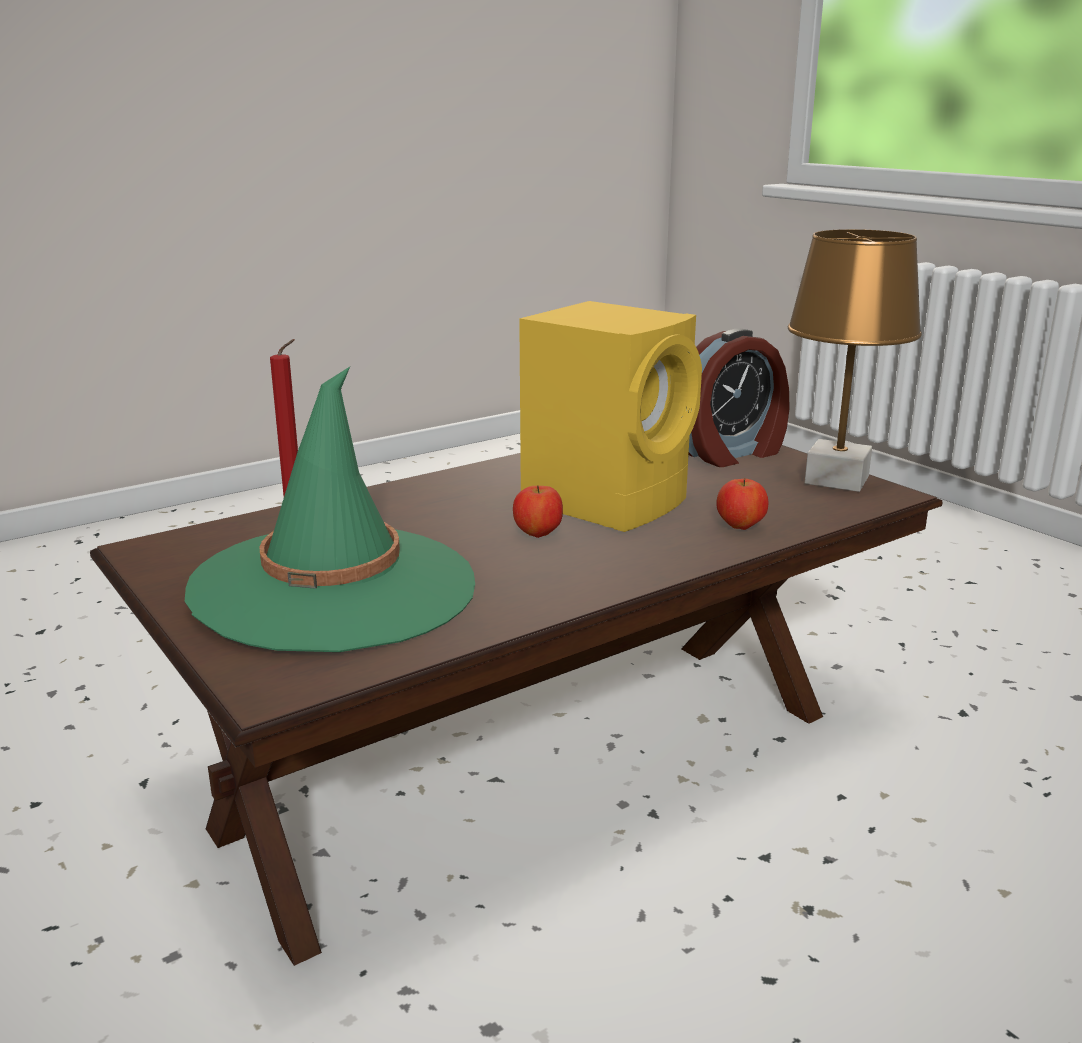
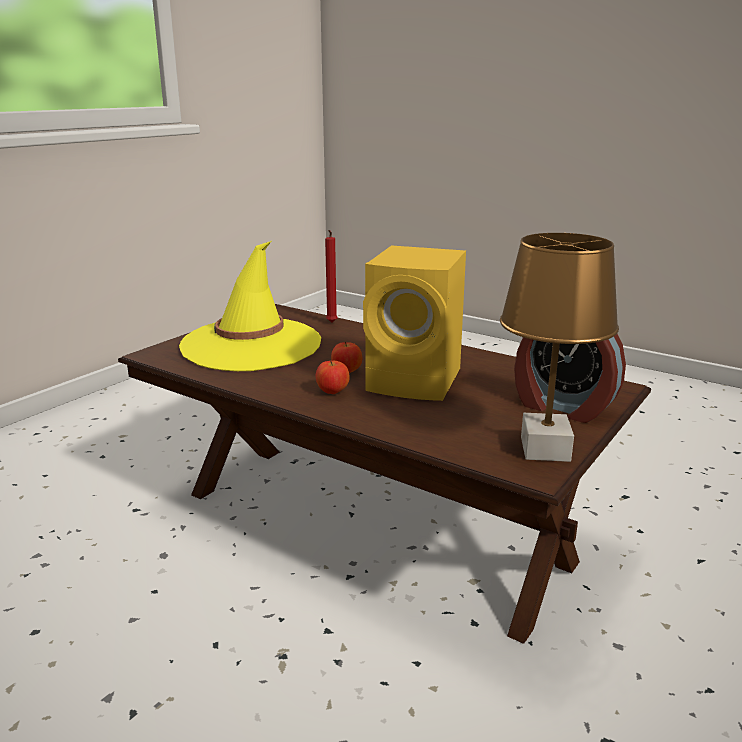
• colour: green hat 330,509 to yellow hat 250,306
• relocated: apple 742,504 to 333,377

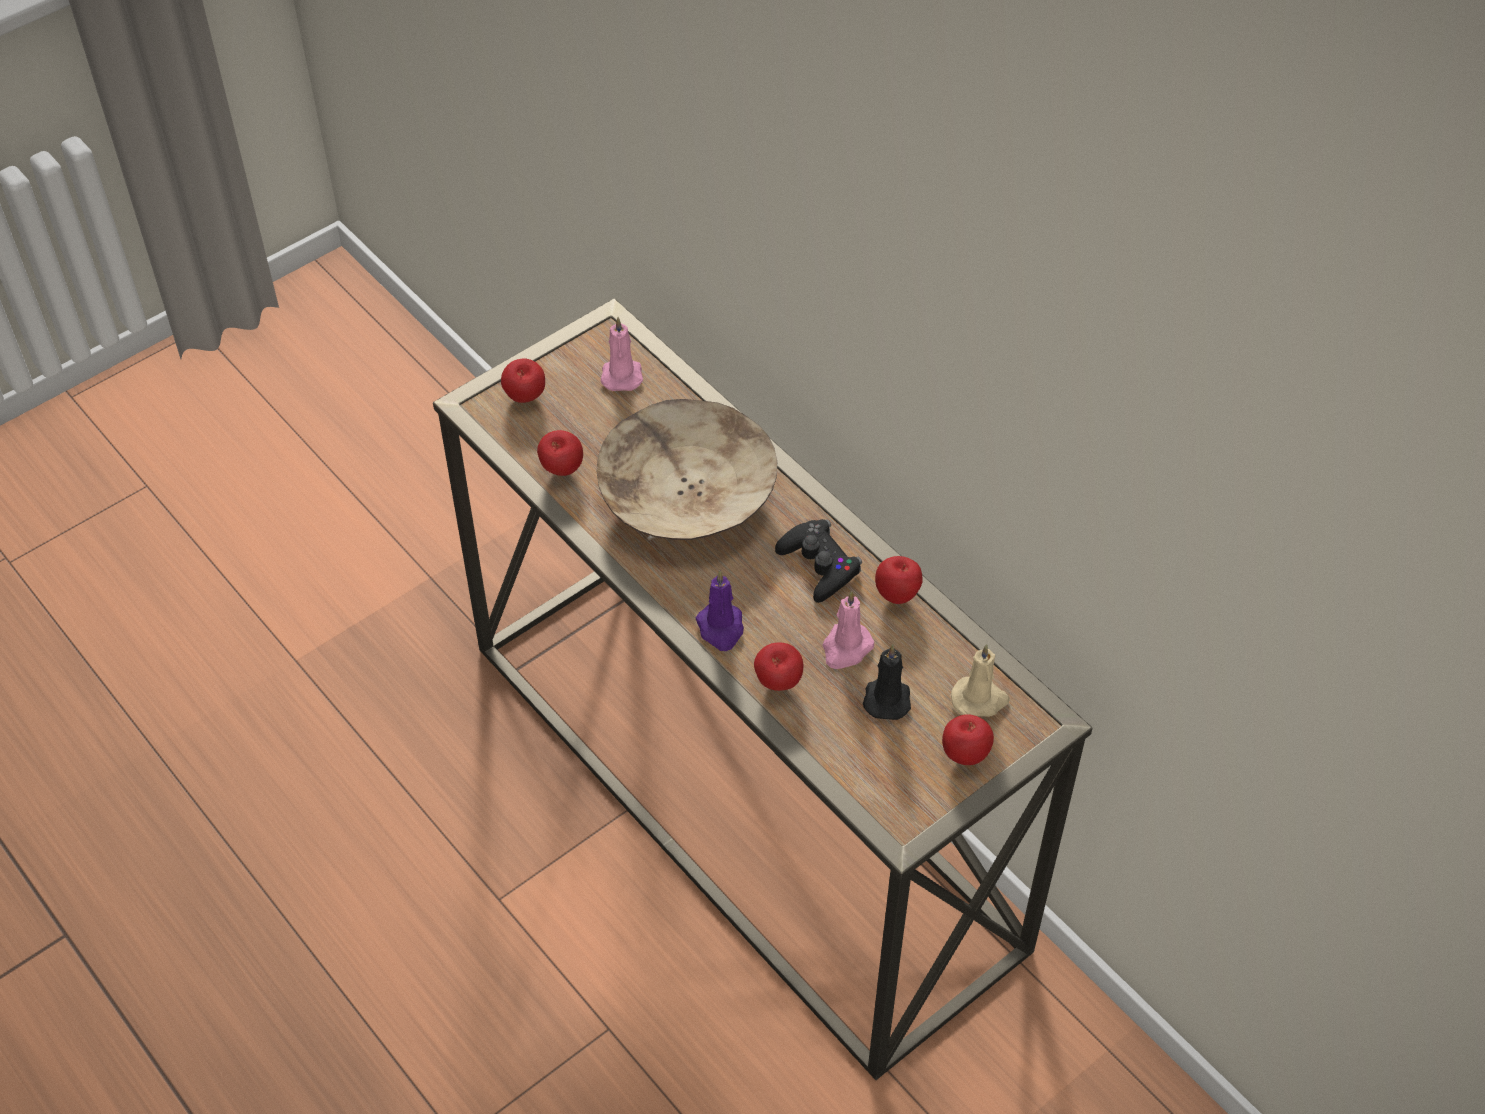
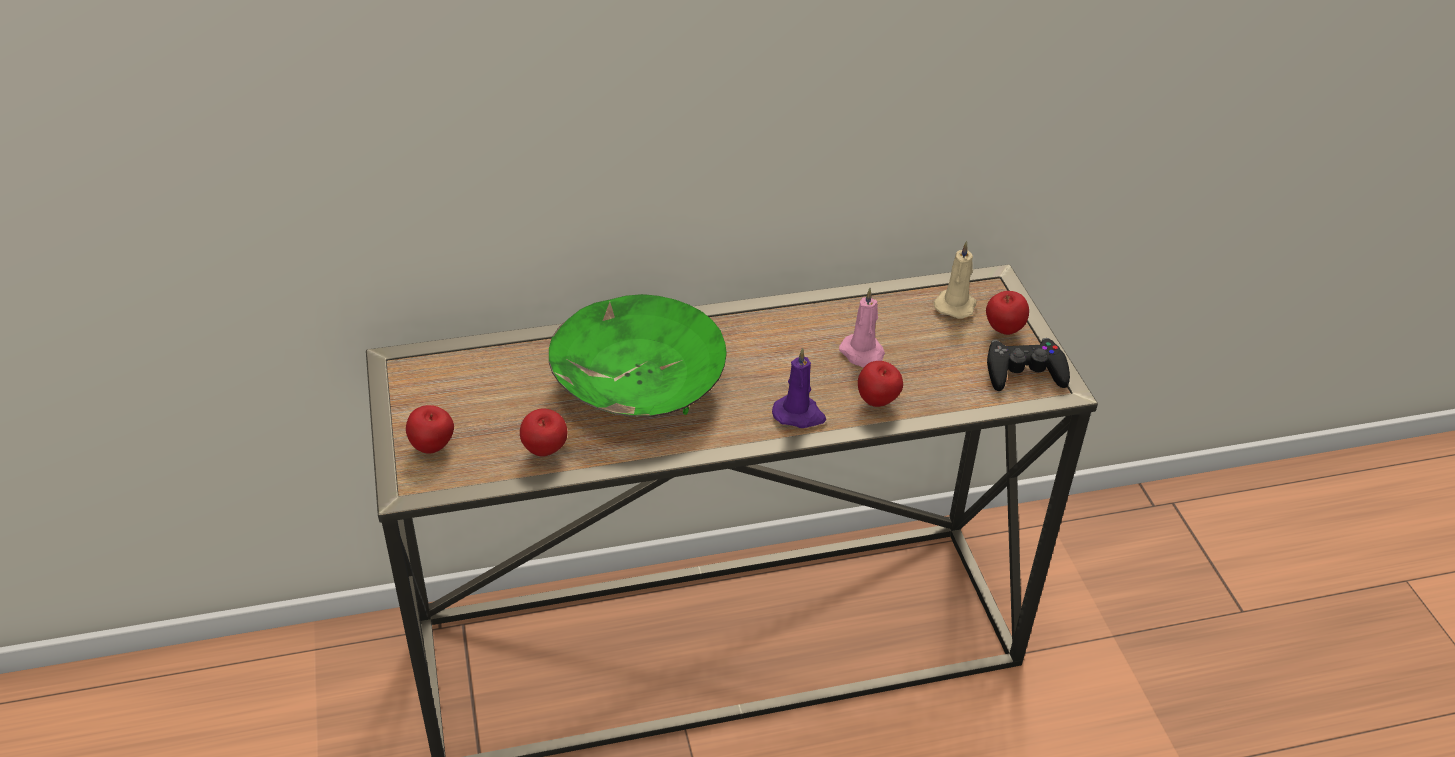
• missing: pink candle 621,354
• colour: beige bowl 687,470 to green bowl 638,355
• relocated: black game controller 818,561 to 1028,364
• missing: apple 899,580
• missing: black candle 887,682

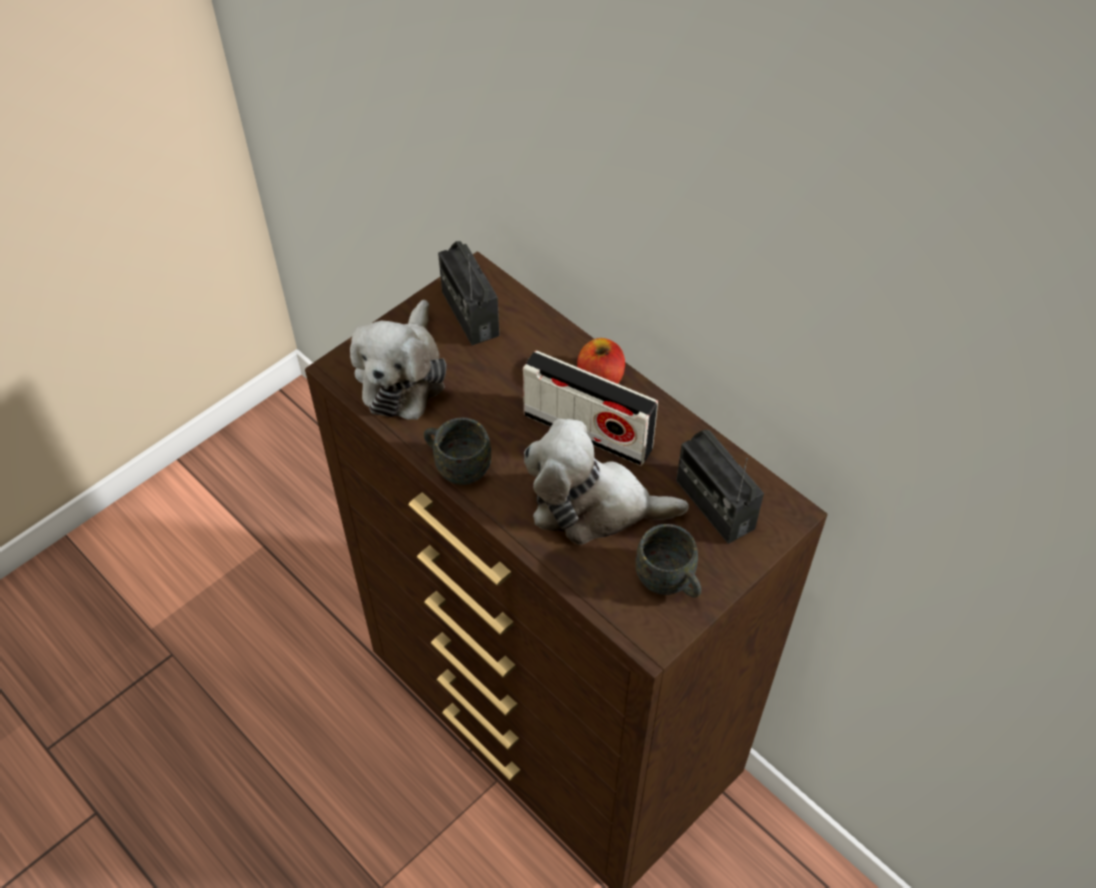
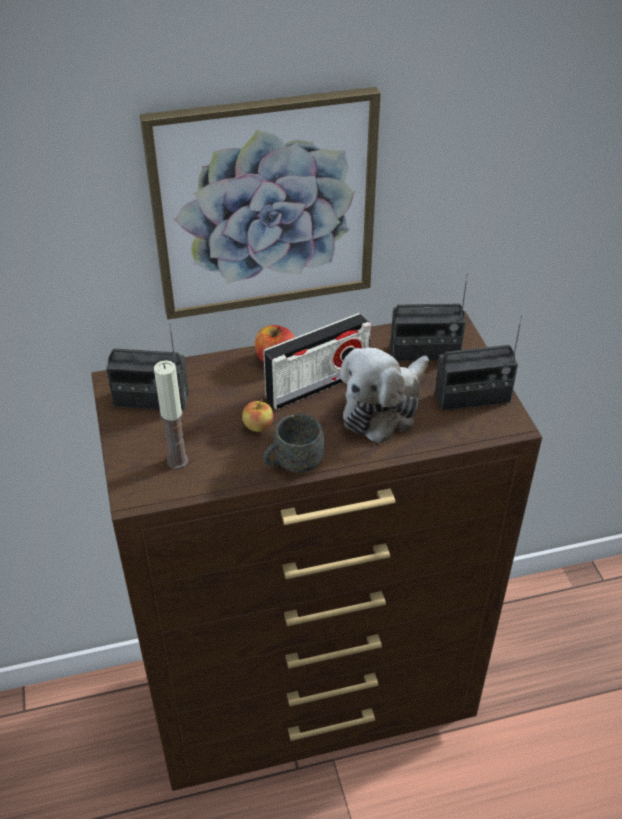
• exchanged: plush toy 398,360 to candle 171,414
• exchanged: grey mug 668,561 to radio 478,363
• appeared: picture 260,203
• appeared: apple 257,415

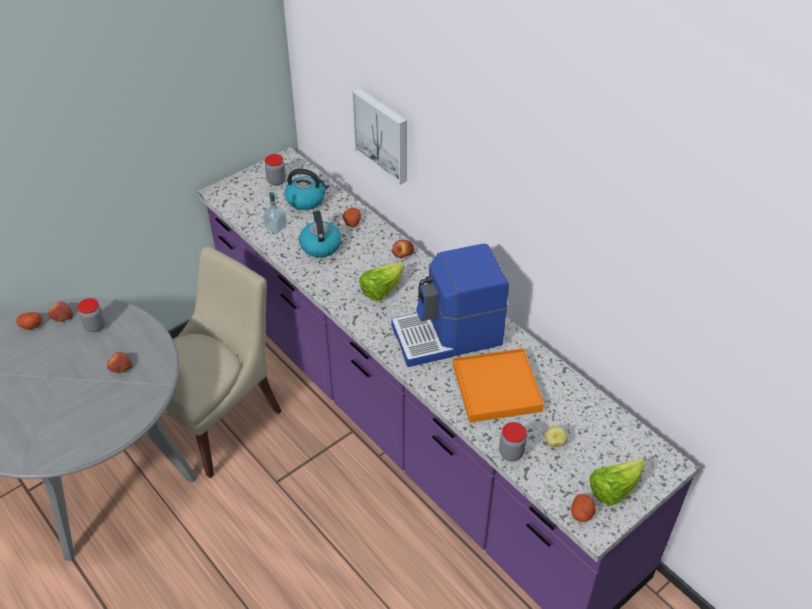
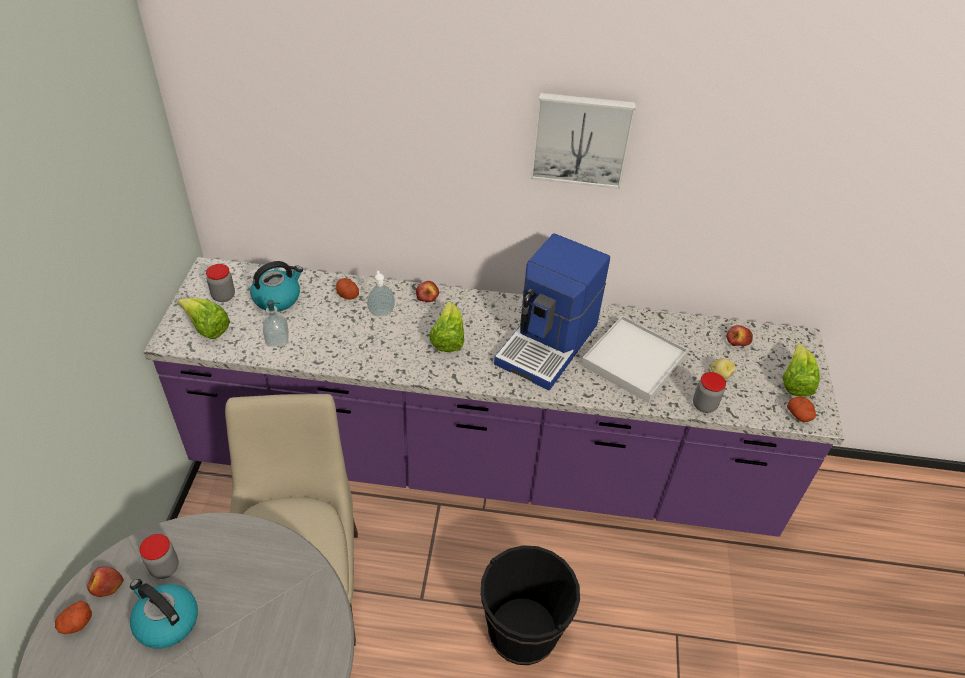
• relocated: picture 379,136 to 583,141
• relocated: kettle 320,234 to 164,613
• colour: orange tray 498,385 to white tray 634,359
• relocated: apple 119,362 to 739,335
• appeared: soap dispenser 381,293
• appeared: lettuce 204,318
• appeared: black bucket 530,605

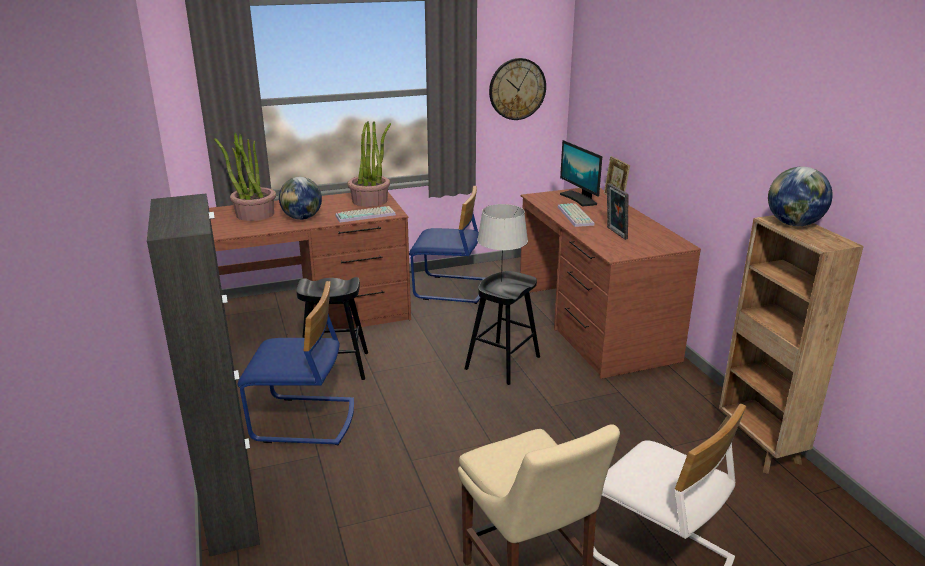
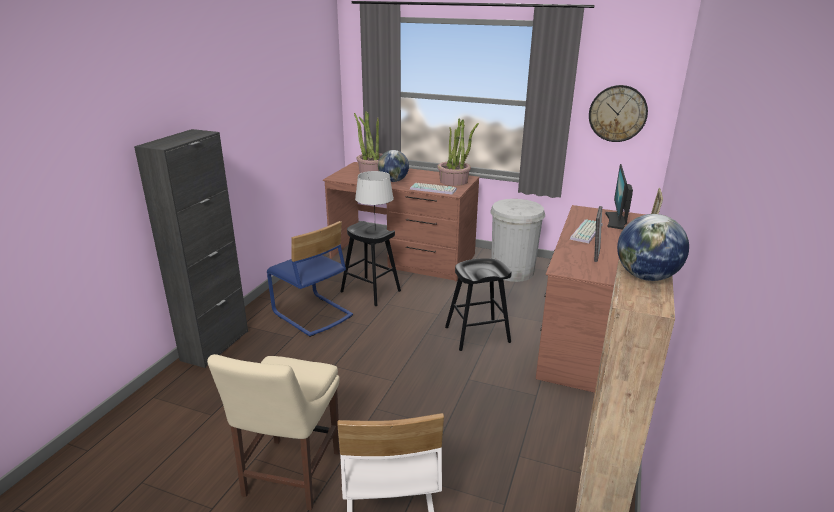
• exchanged: blue chair 447,245 to white trash can 517,240
• relocated: grey table lamp 502,243 to 374,201

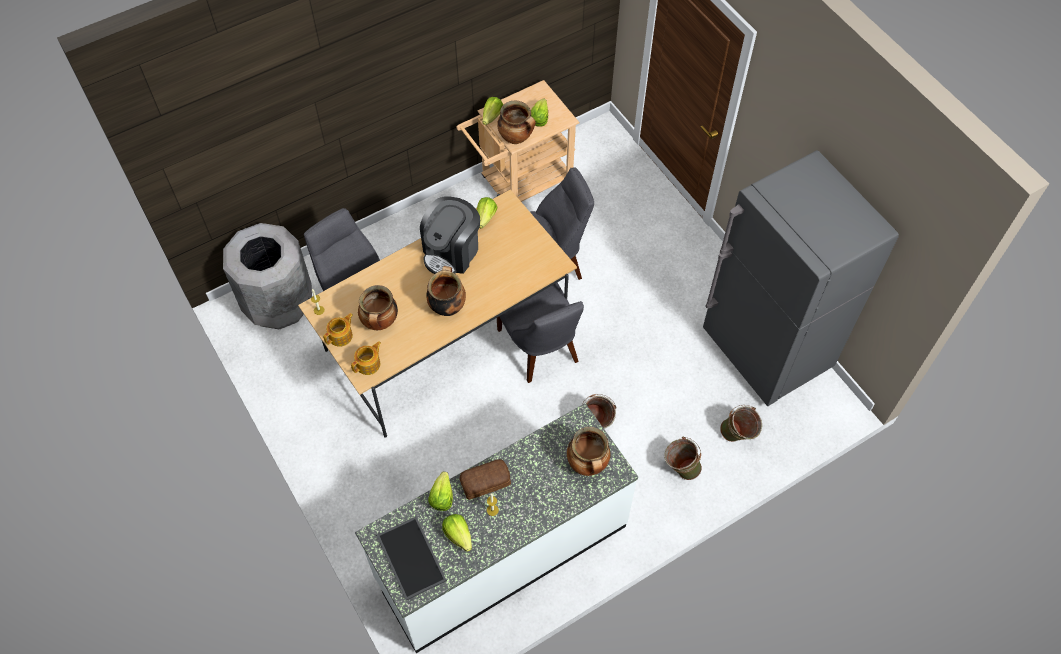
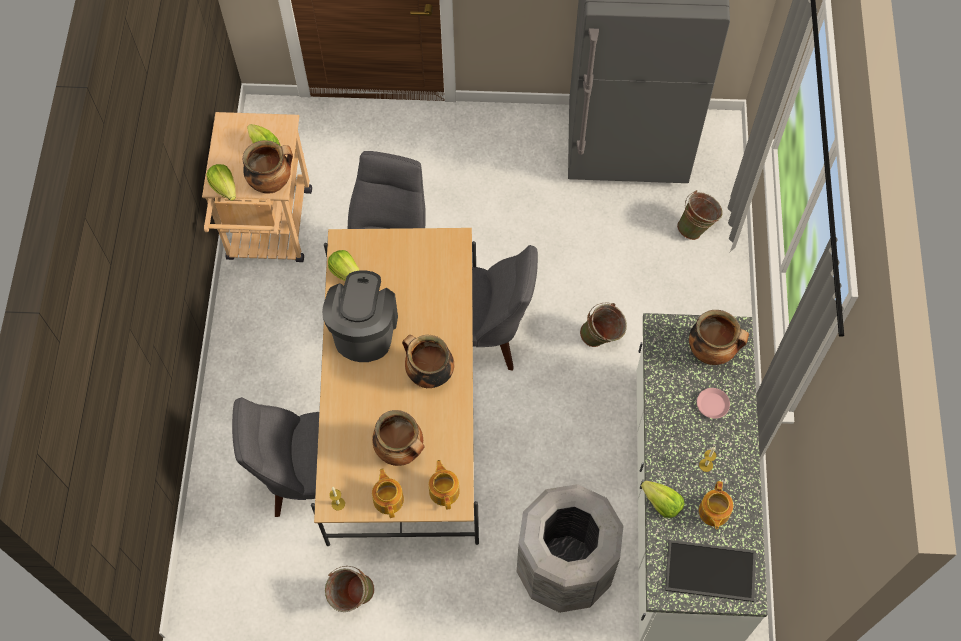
• spun: coffee machine 450,235 = 360,316 150 degrees counterclockwise
• relocated: grey trash can 267,276 to 570,548
• relocated: green bucket 683,458 to 350,589
• missing: bread 485,479
• exchanged: lettuce 457,533 to teapot 716,505
• appeared: pink plate 713,403

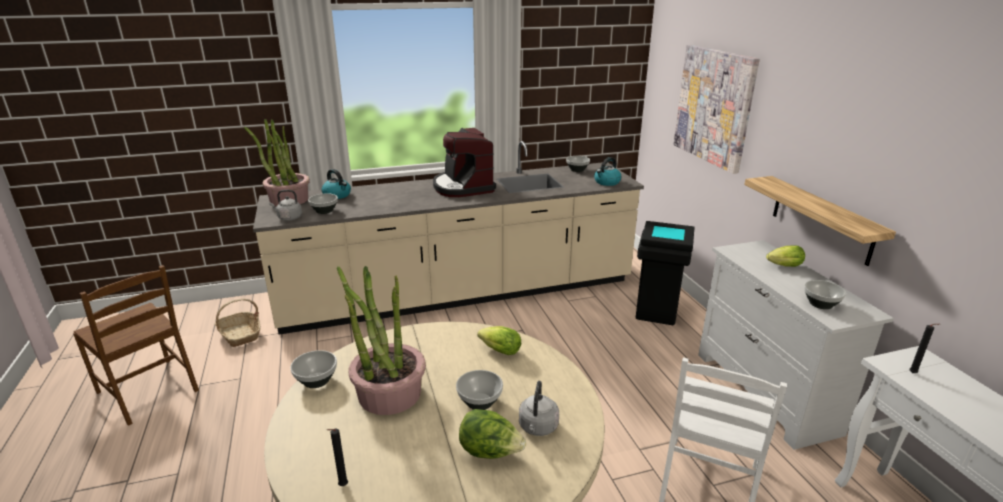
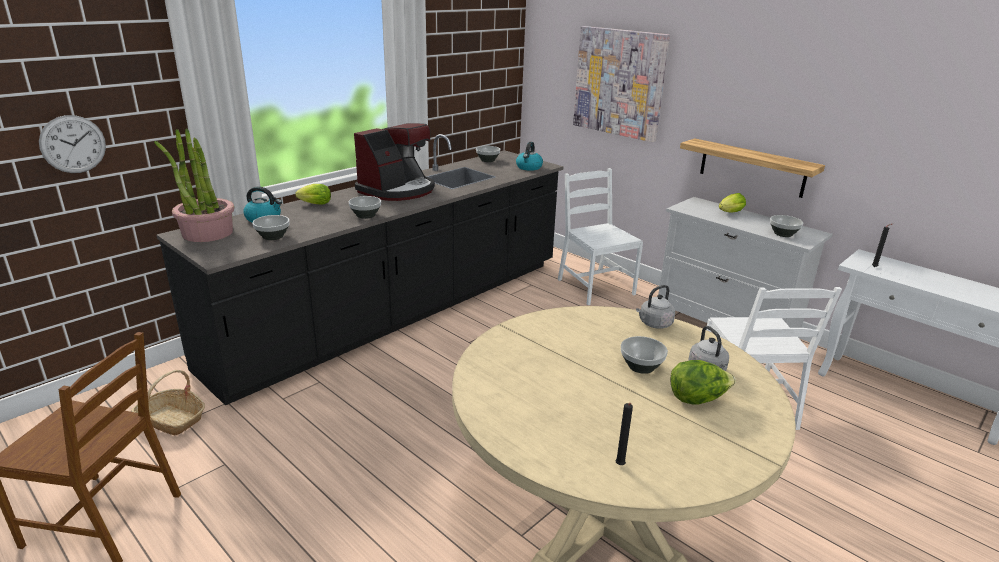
• spun: coffee machine 464,162 = 394,162 90 degrees counterclockwise
• colour: beige counter 448,238 to black counter 359,270
• relocated: grey kettle 285,205 to 655,307
• exchanged: black trash can 665,273 to white chair 600,236
• missing: potted plant 381,340
• relocated: lettuce 499,340 to 313,194
• relocated: bowl 313,369 to 365,207
• appeared: wall clock 72,144

